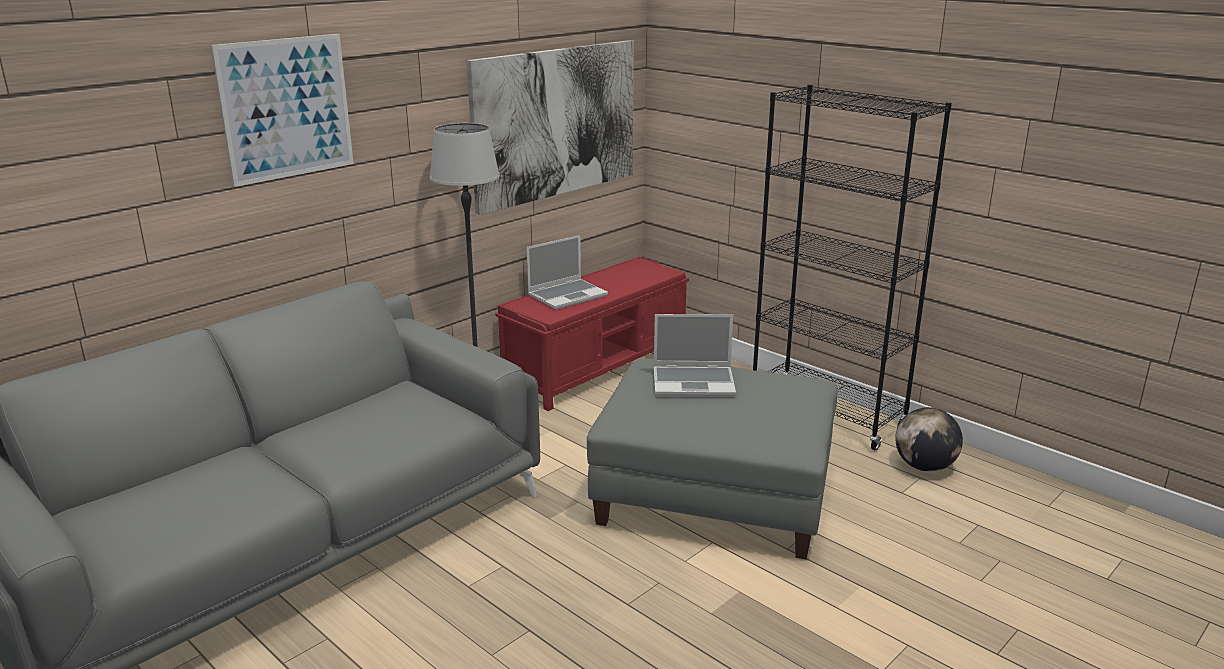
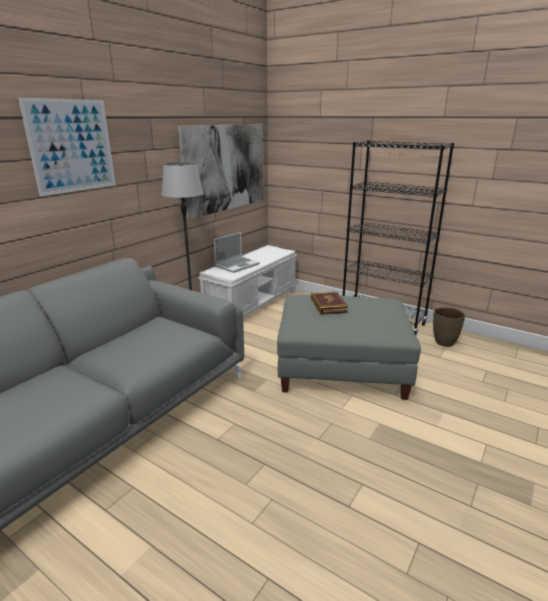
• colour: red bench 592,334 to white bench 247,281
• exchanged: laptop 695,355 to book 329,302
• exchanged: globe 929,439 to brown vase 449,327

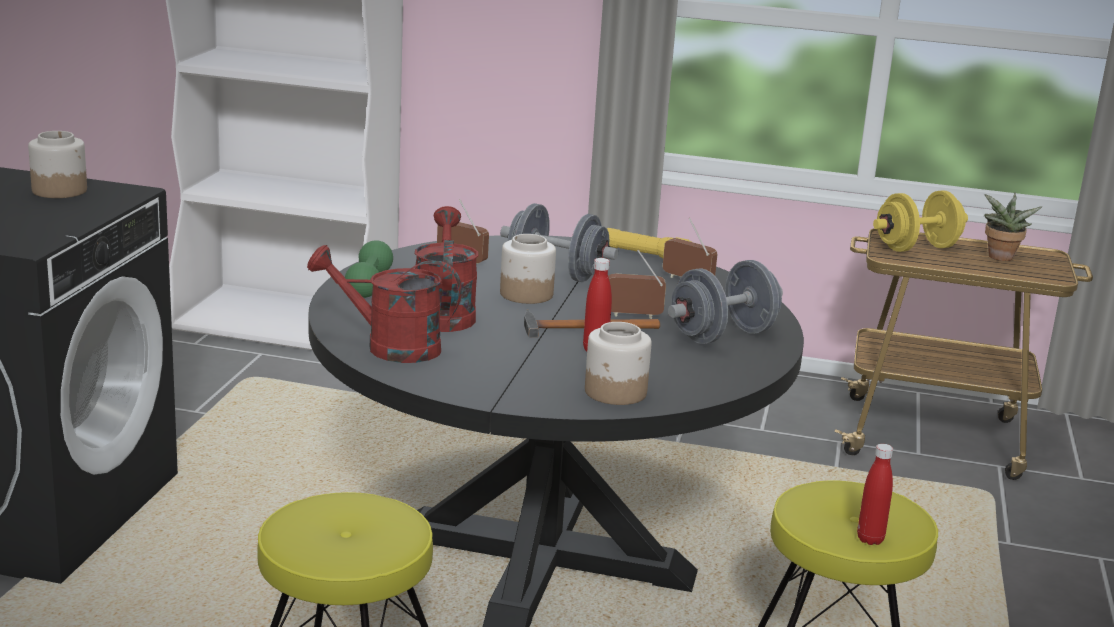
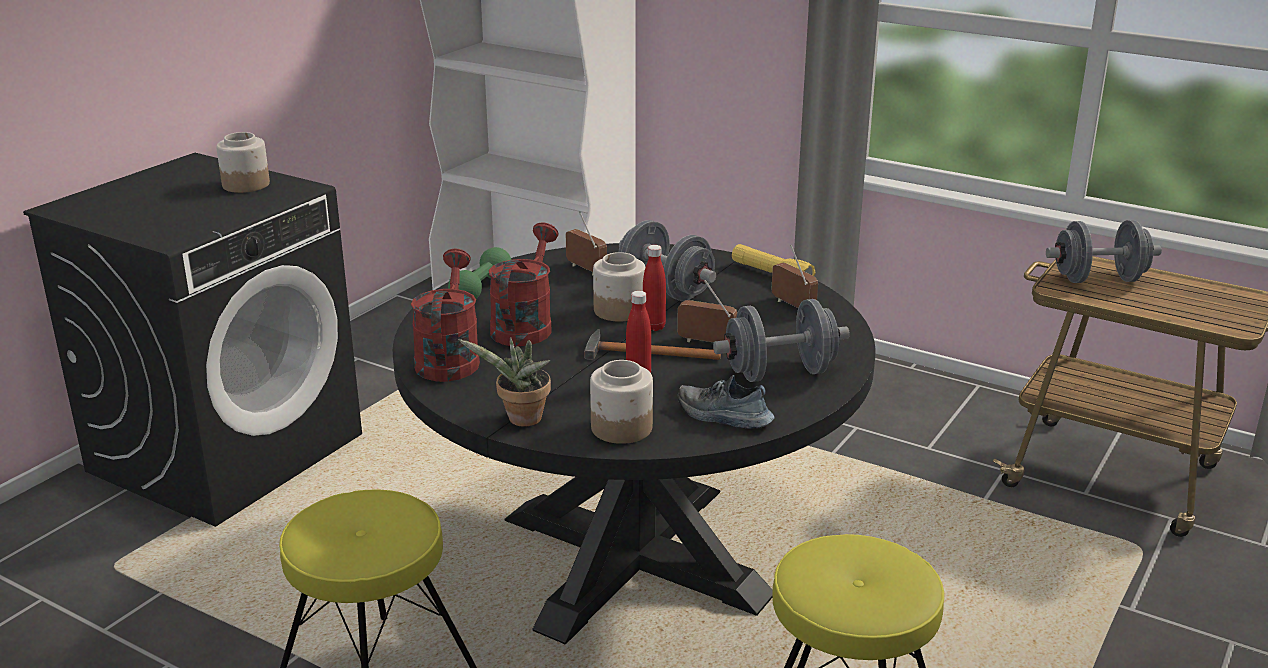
• colour: yellow dumbbell 920,221 to grey dumbbell 1104,251
• relocated: potted plant 1013,226 to 504,382
• spun: red watering can 384,304 = 445,315 60 degrees clockwise
• relocated: red bottle 875,494 to 654,288
• appeared: shoe 726,402

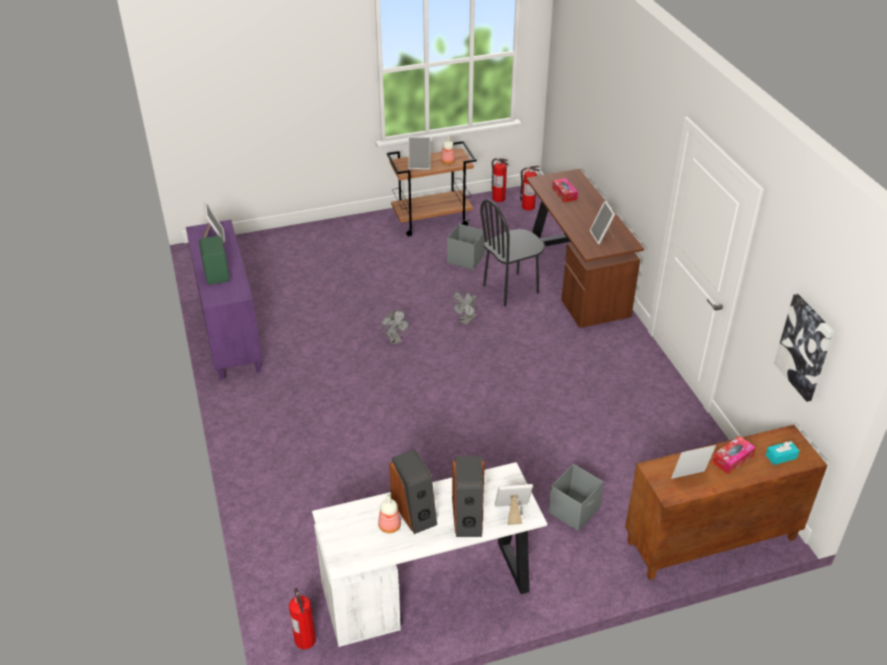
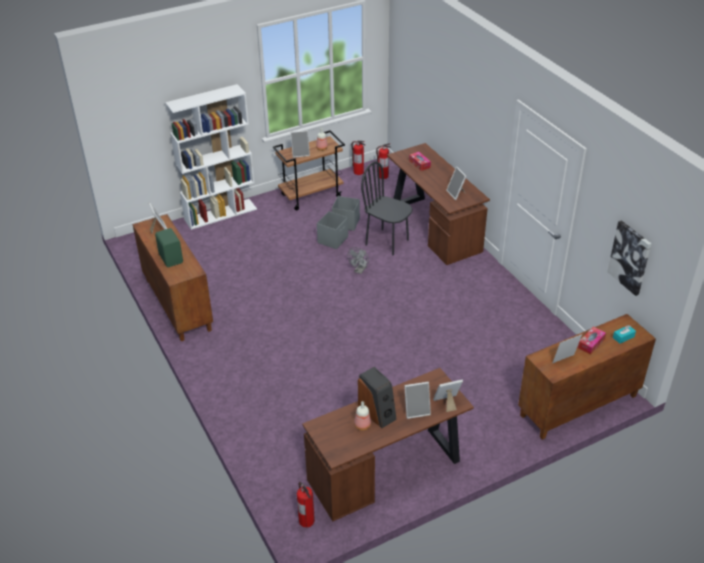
• spun: black chair 512,253 = 386,208 75 degrees clockwise
• colour: purple cabinet 224,300 to brown cabinet 172,277
• missing: grey fan 395,327
• exchanged: speaker 468,496 to picture frame 417,400
• colour: white desk 429,554 to brown desk 388,444
• relocated: grey storage box 576,497 to 332,230
• appeared: white bookcase 211,157

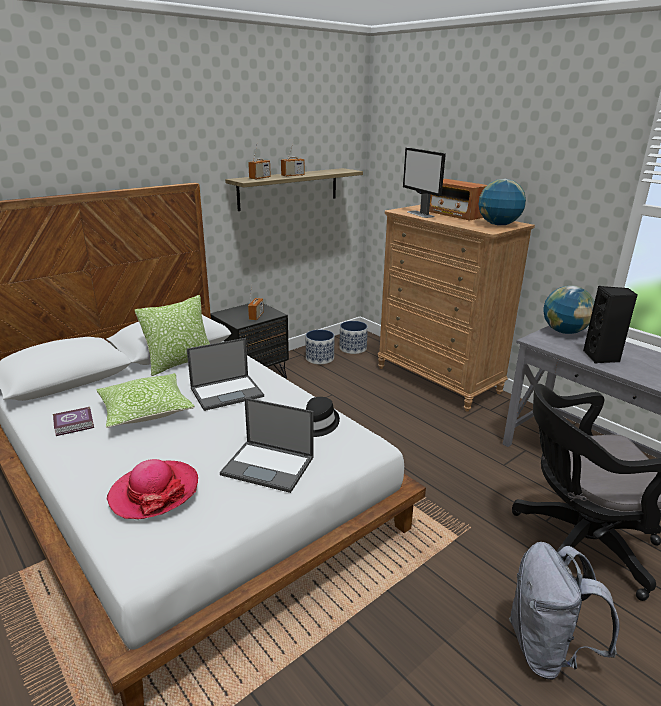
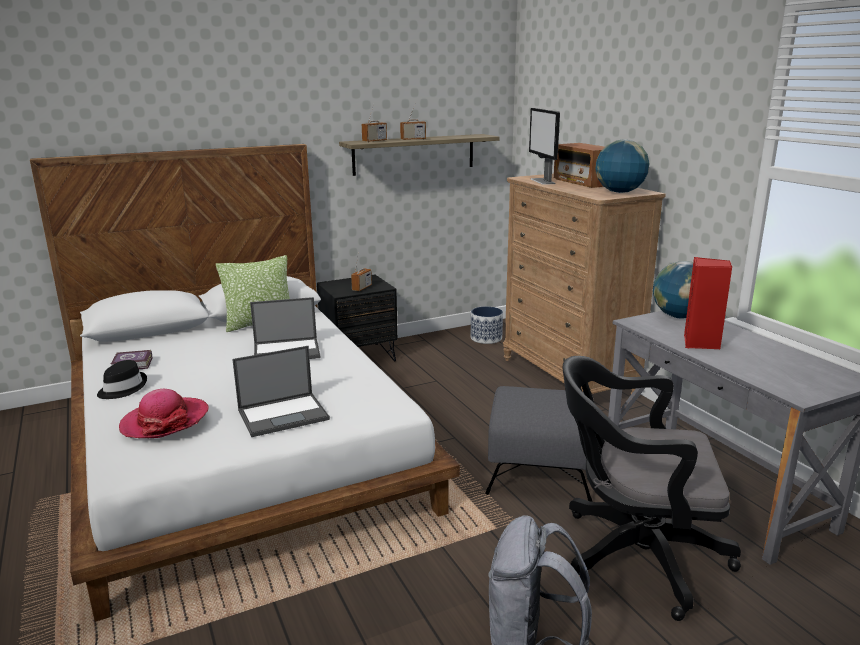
• colour: black speaker 610,325 to red speaker 708,303
• missing: planter 320,347
• missing: pillow 145,400
• relocated: black hat 323,417 to 122,379
• spun: laptop 266,445 = 281,391 60 degrees counterclockwise
• appeared: grey ottoman 539,444

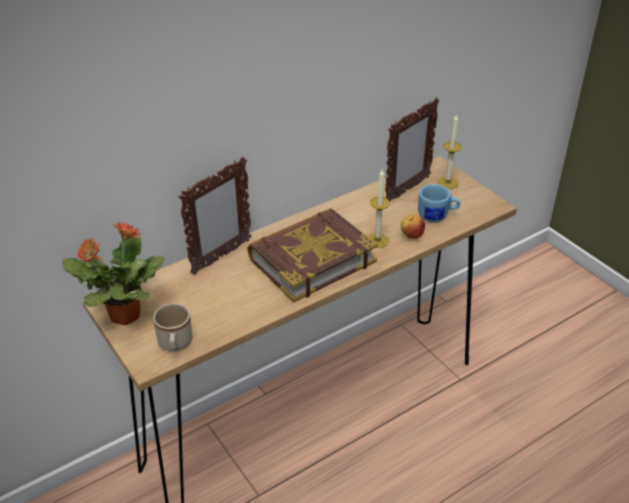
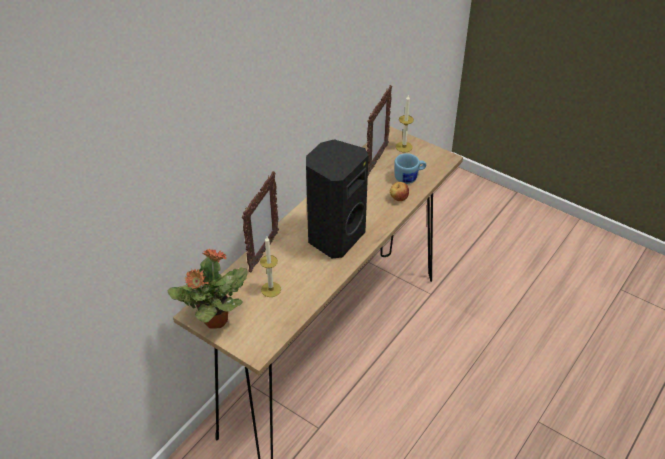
• relocated: candle 379,208 to 270,267
• exchanged: book 312,255 to black speaker 337,198
• missing: beige mug 172,327

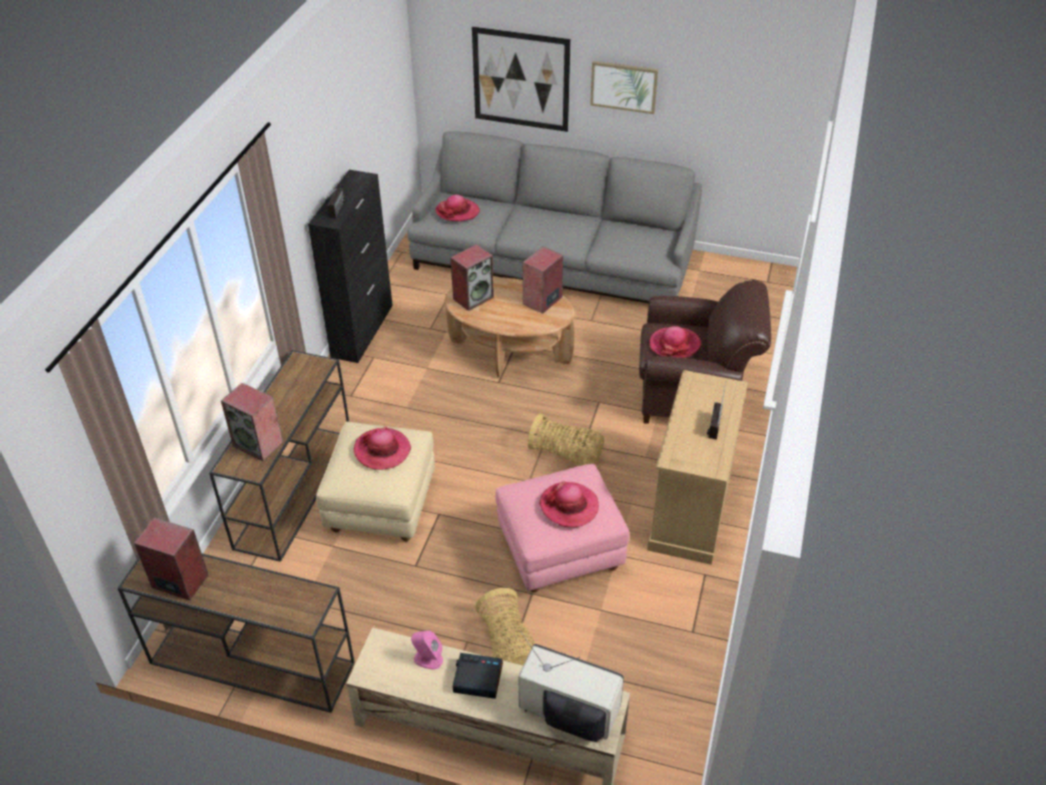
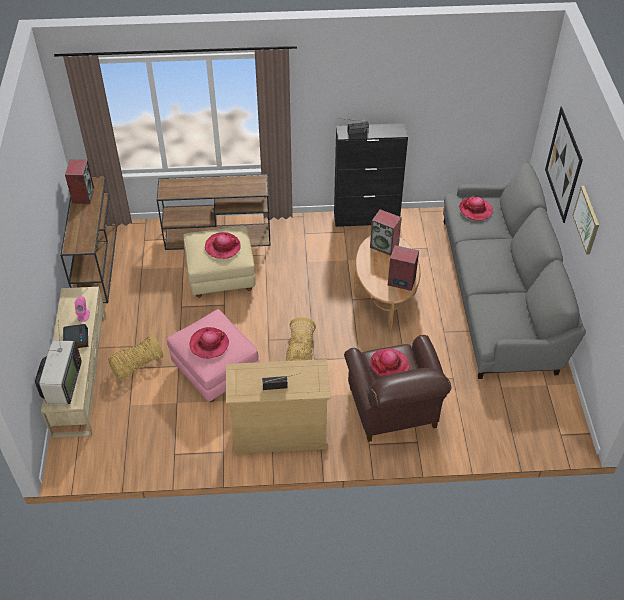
• missing: speaker 252,422

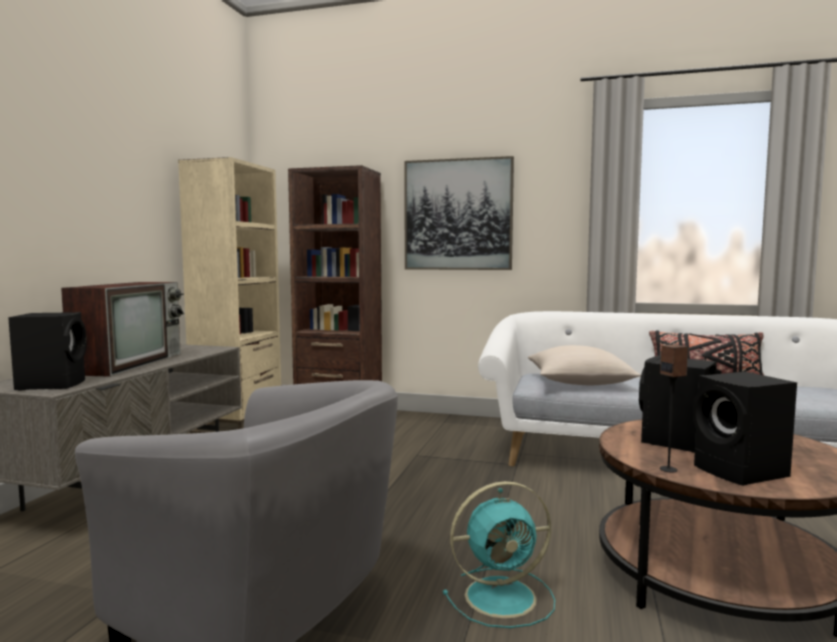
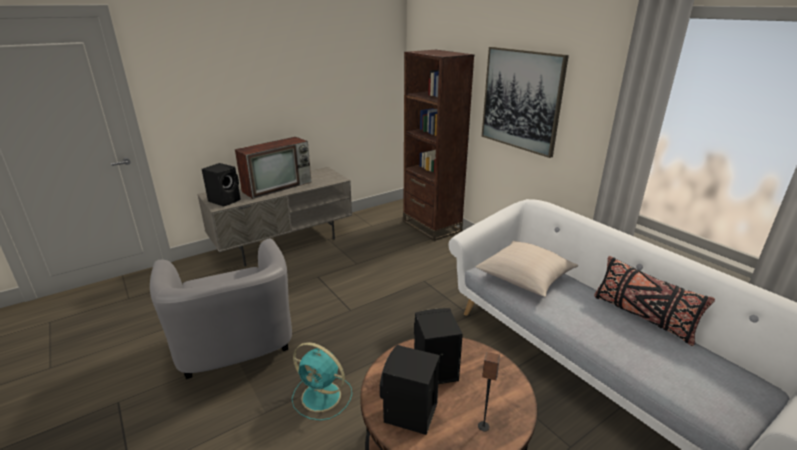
• missing: beige bookcase 229,295
• relocated: speaker 674,408 to 489,392

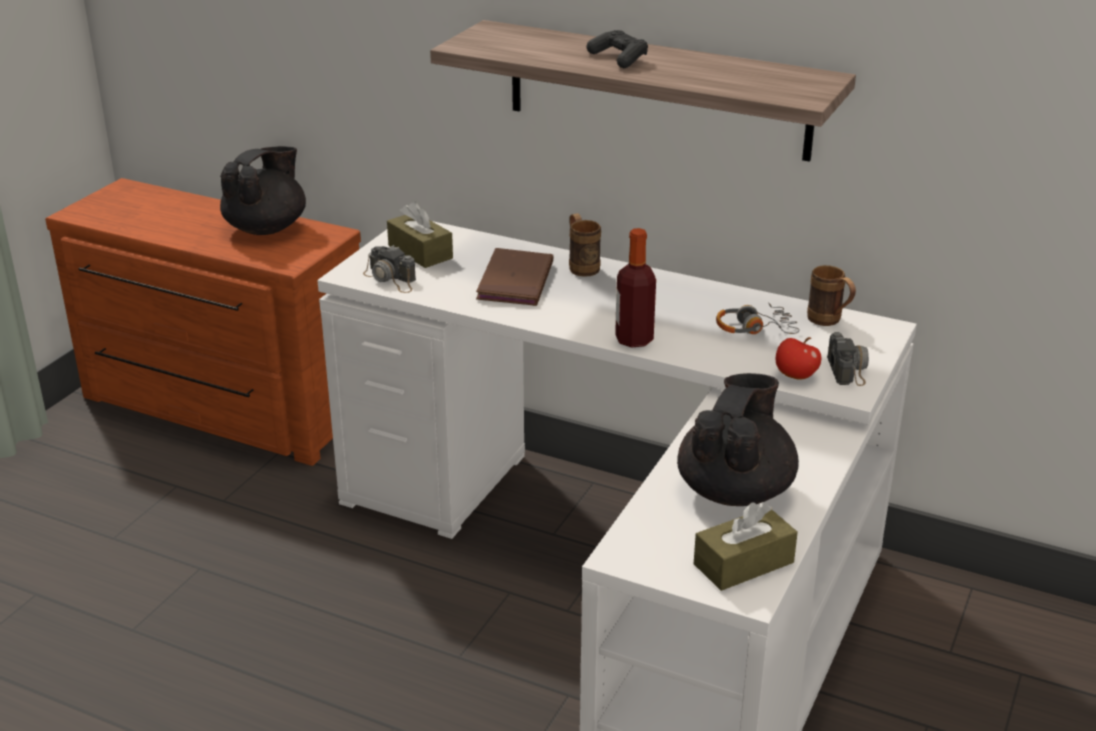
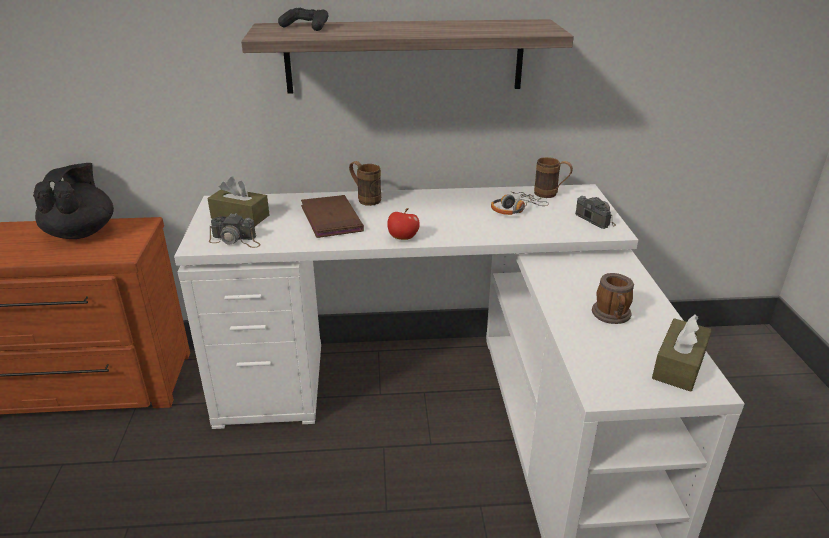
• relocated: black game controller 617,49 to 303,19
• missing: bottle 635,288
• relocated: apple 798,358 to 404,224
• exchanged: black teapot 738,439 to mug 613,298

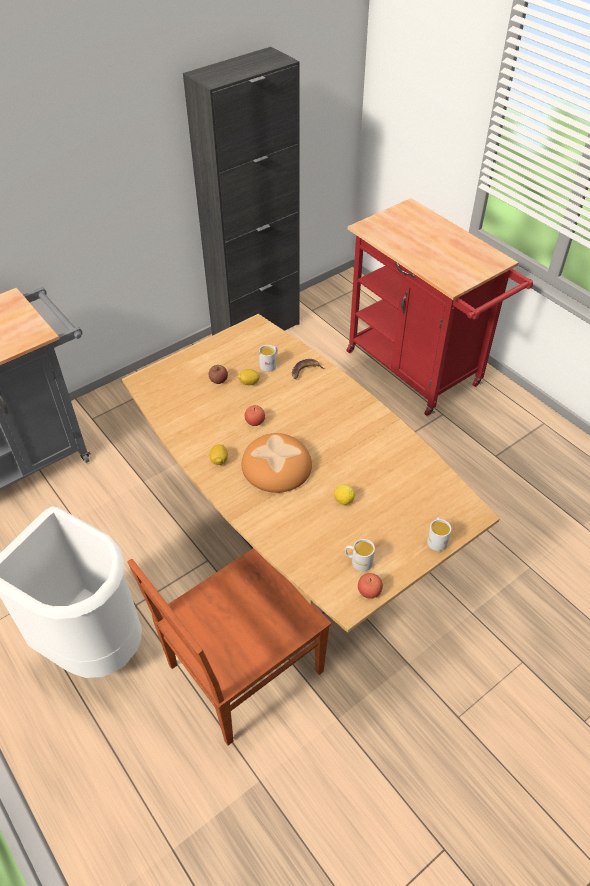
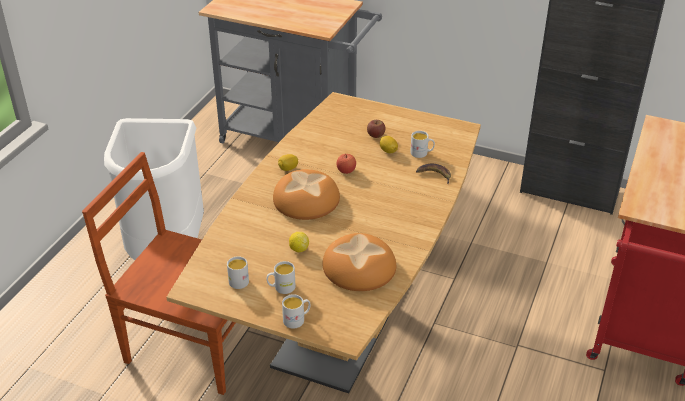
• missing: apple 370,586
• appeared: bread 359,262
• appeared: white mug 281,277

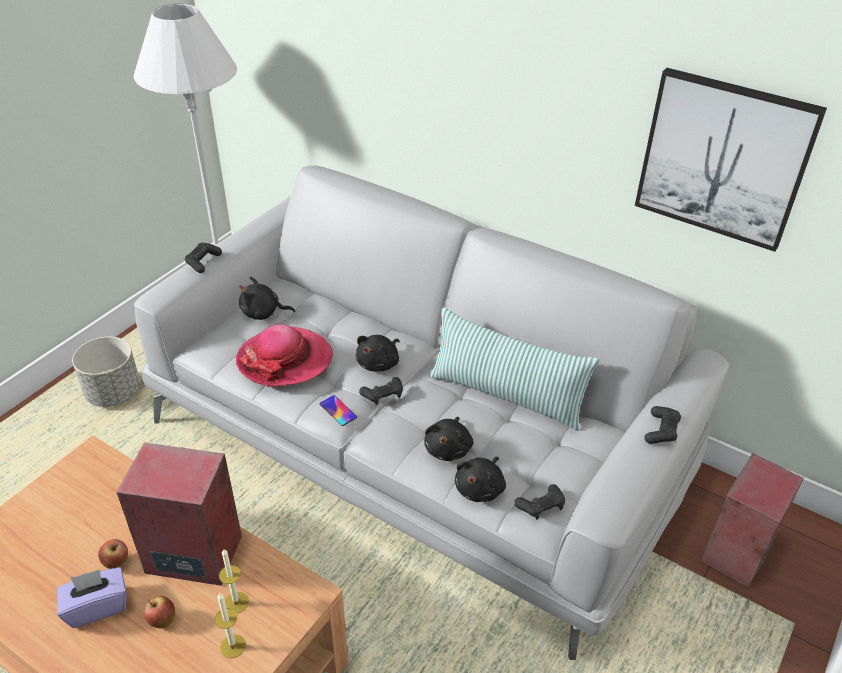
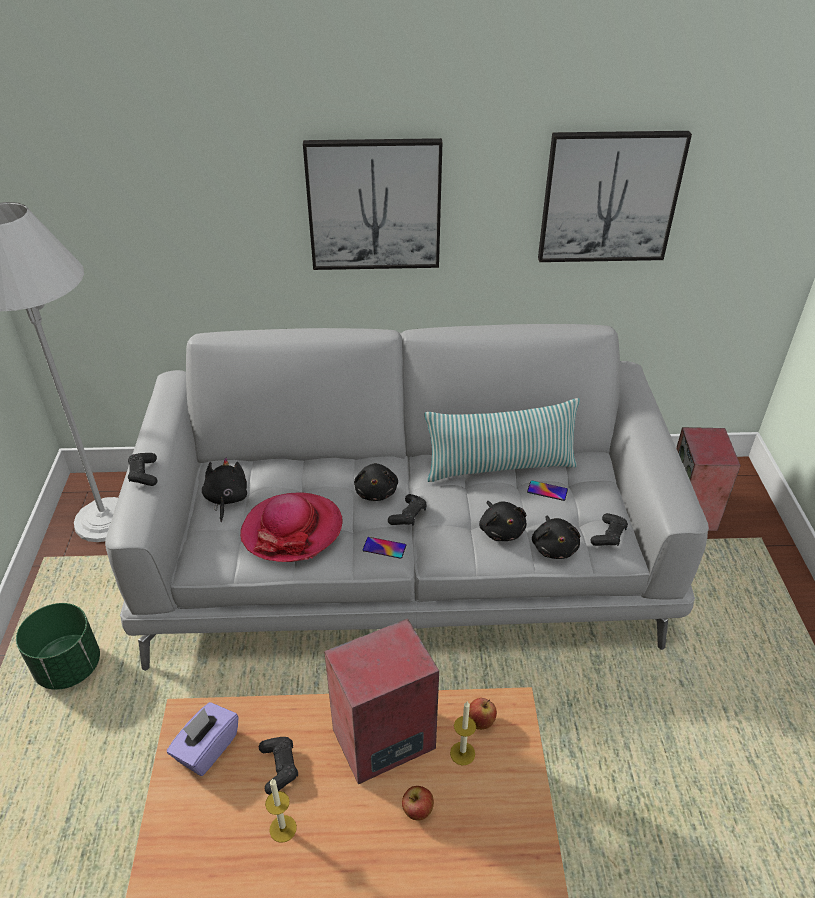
• spun: black plush toy 267,298 = 224,489 120 degrees clockwise
• colour: grey planter 106,372 to green planter 58,646
• relocated: black game controller 662,425 to 278,766
• relocated: apple 113,554 to 483,714
• relocated: purple tissue box 92,597 to 203,739
• relocated: candle 230,625 to 281,811
• appeared: picture 373,204
• appeared: phone 547,491

